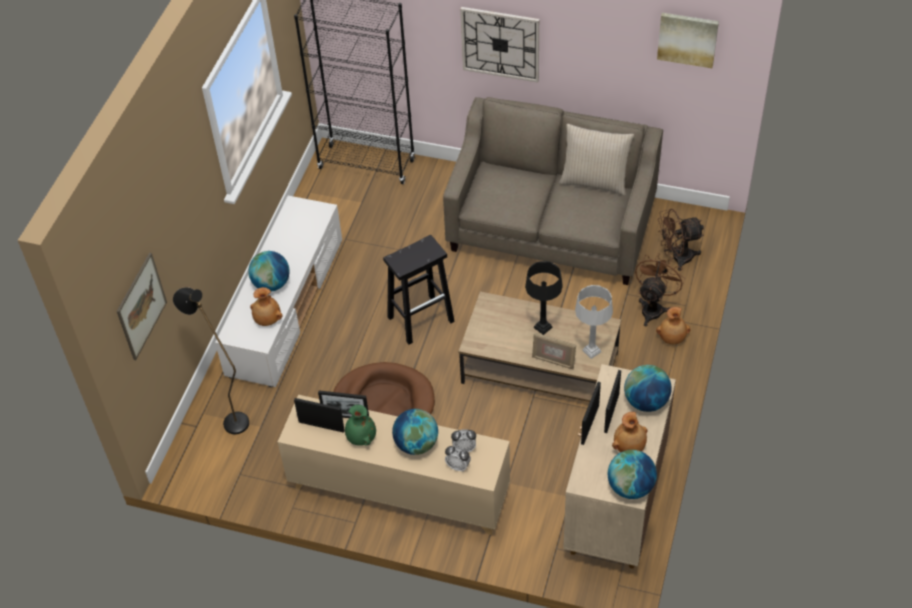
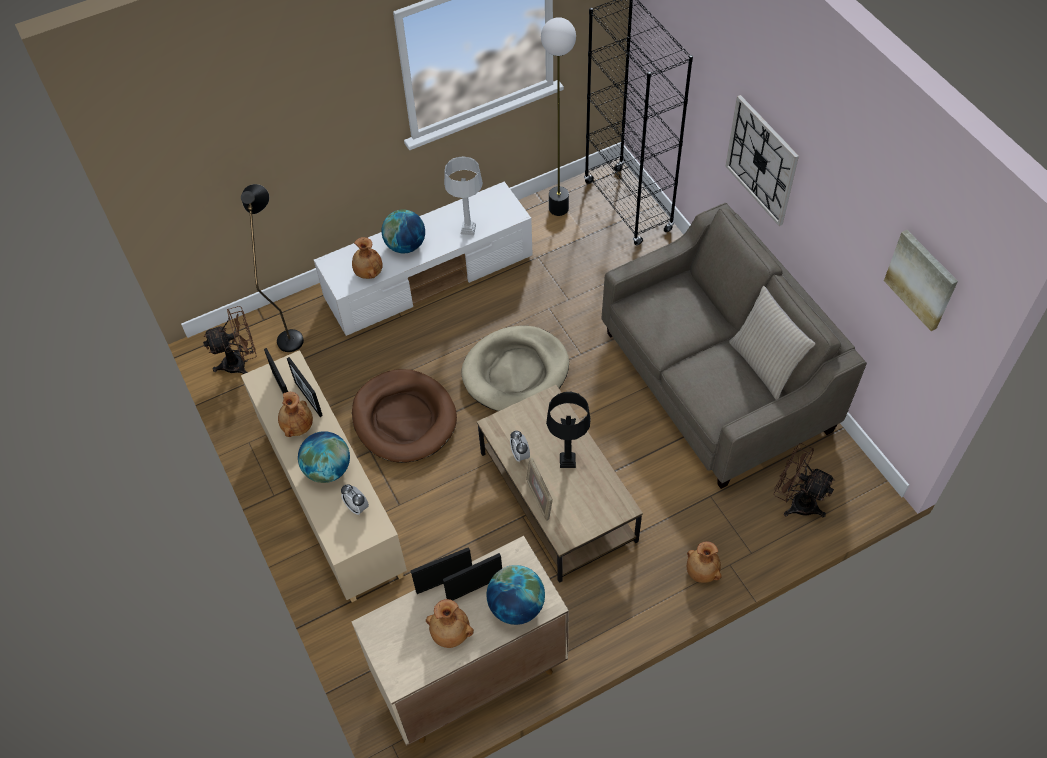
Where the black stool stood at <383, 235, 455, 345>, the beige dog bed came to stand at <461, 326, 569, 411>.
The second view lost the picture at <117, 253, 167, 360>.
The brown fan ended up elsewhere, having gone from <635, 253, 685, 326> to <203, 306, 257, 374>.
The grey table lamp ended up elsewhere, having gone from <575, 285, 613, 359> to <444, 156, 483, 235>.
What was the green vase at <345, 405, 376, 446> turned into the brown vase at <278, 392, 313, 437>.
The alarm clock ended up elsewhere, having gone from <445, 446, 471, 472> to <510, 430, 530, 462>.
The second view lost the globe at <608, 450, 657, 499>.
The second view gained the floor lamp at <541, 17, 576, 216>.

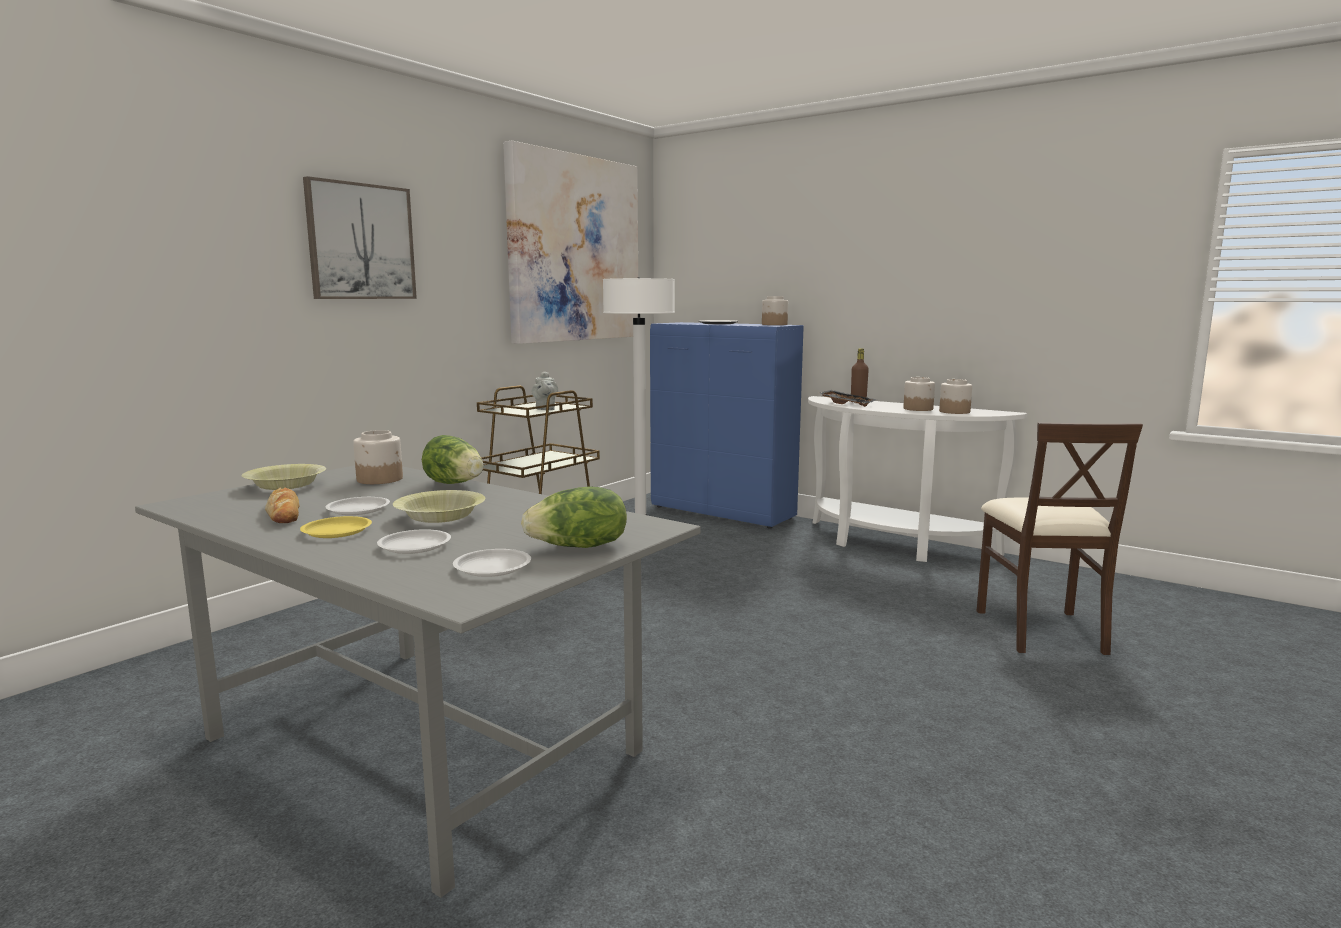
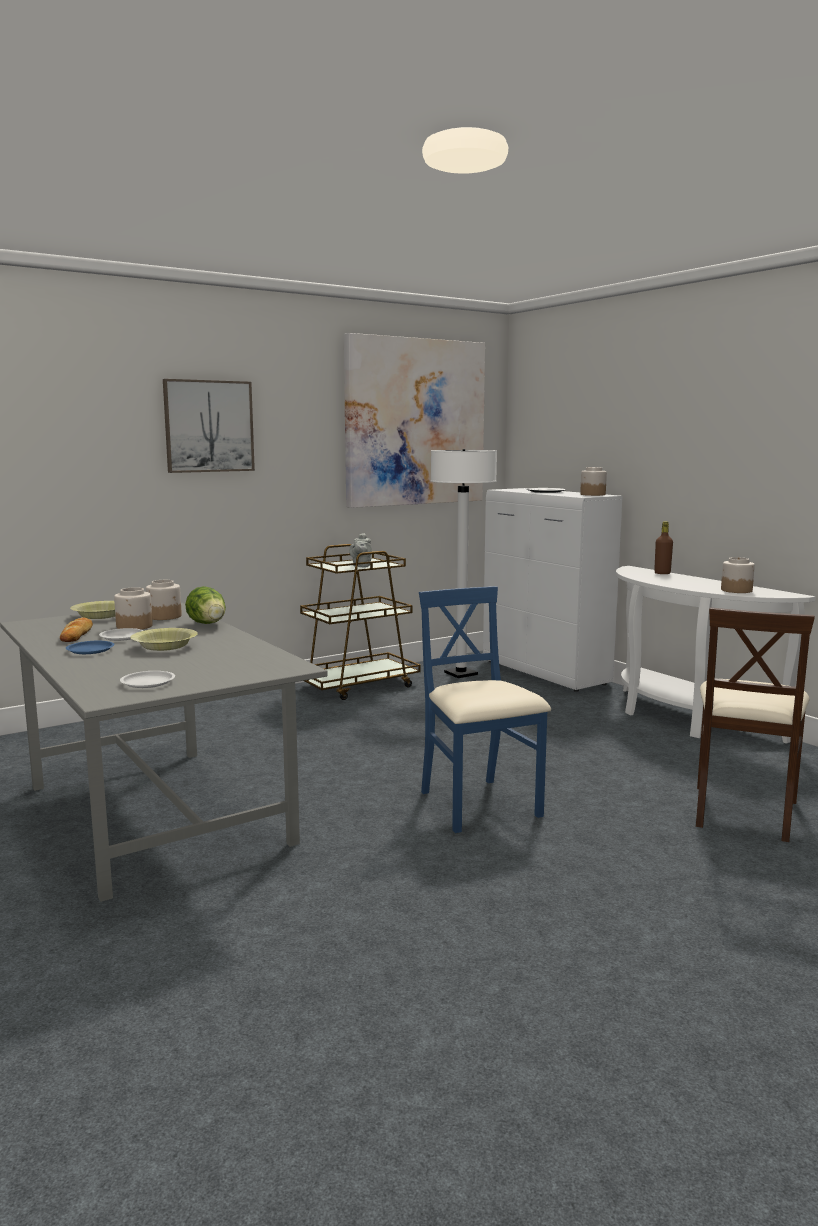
What was the blue cabinet at <650, 322, 804, 529> turned into the white cabinet at <483, 488, 623, 692>.
The jar ended up elsewhere, having gone from <903, 377, 935, 411> to <114, 587, 153, 630>.
The second view lost the black tray at <819, 390, 877, 407>.
The second view lost the lettuce at <521, 486, 627, 548>.
What was the yellow plate at <300, 516, 372, 538> turned into the blue plate at <66, 641, 115, 654>.
The second view lost the white plate at <377, 529, 451, 554>.
The second view gained the blue chair at <419, 586, 551, 833>.

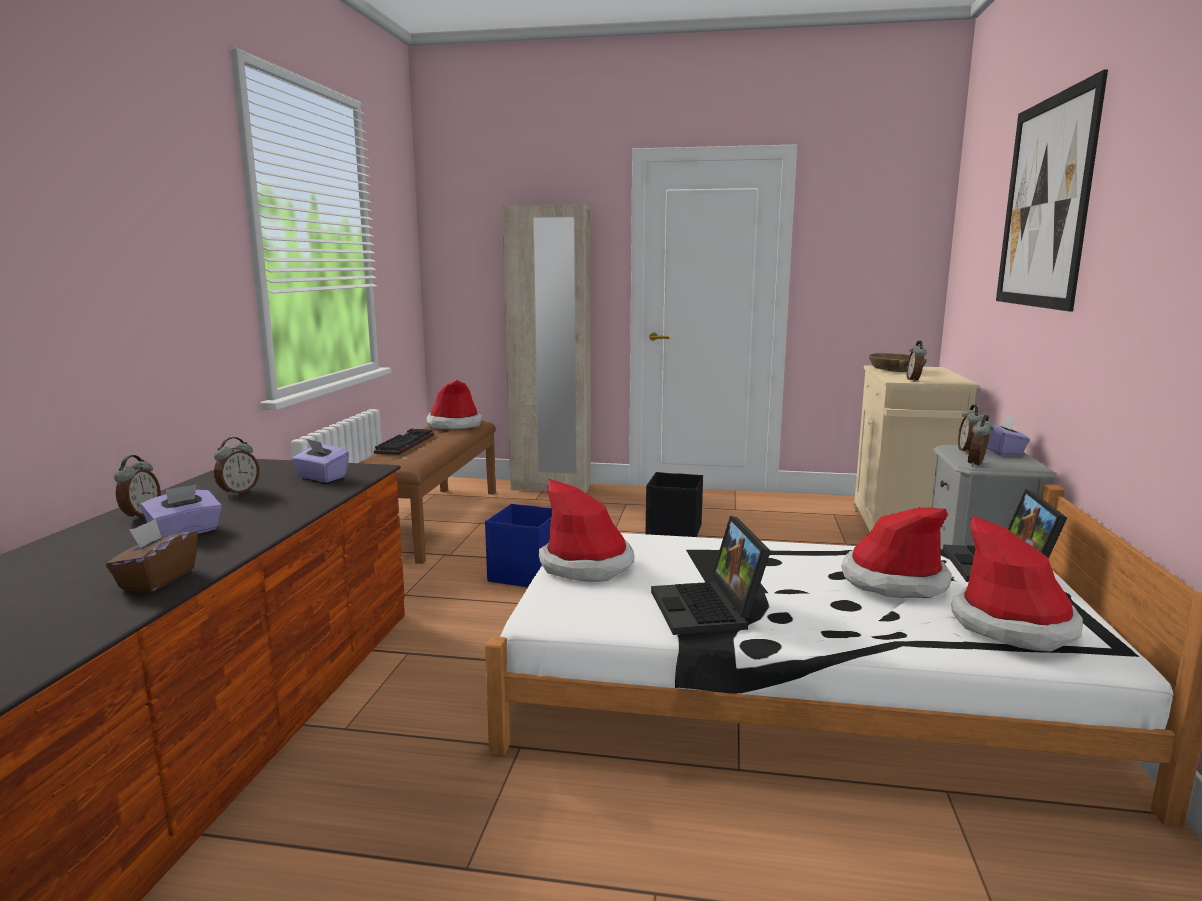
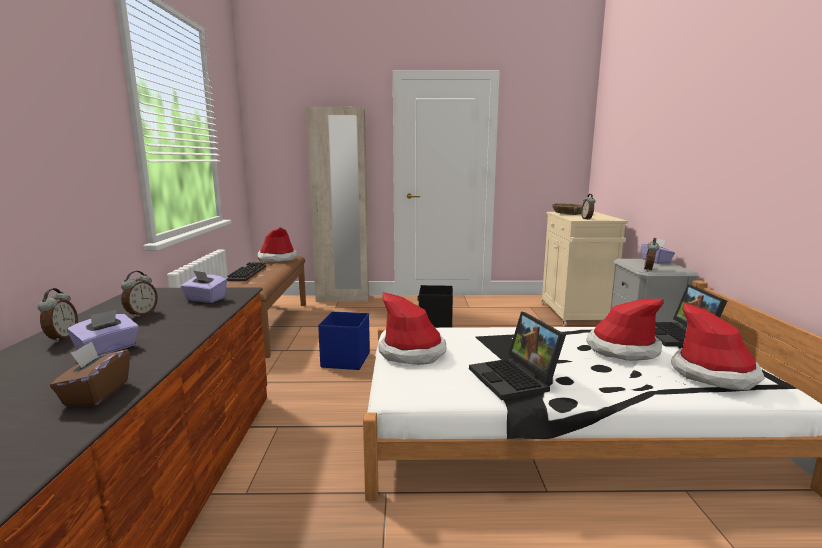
The second view lost the picture at <996, 69, 1108, 312>.
The second view lost the alarm clock at <958, 405, 983, 454>.

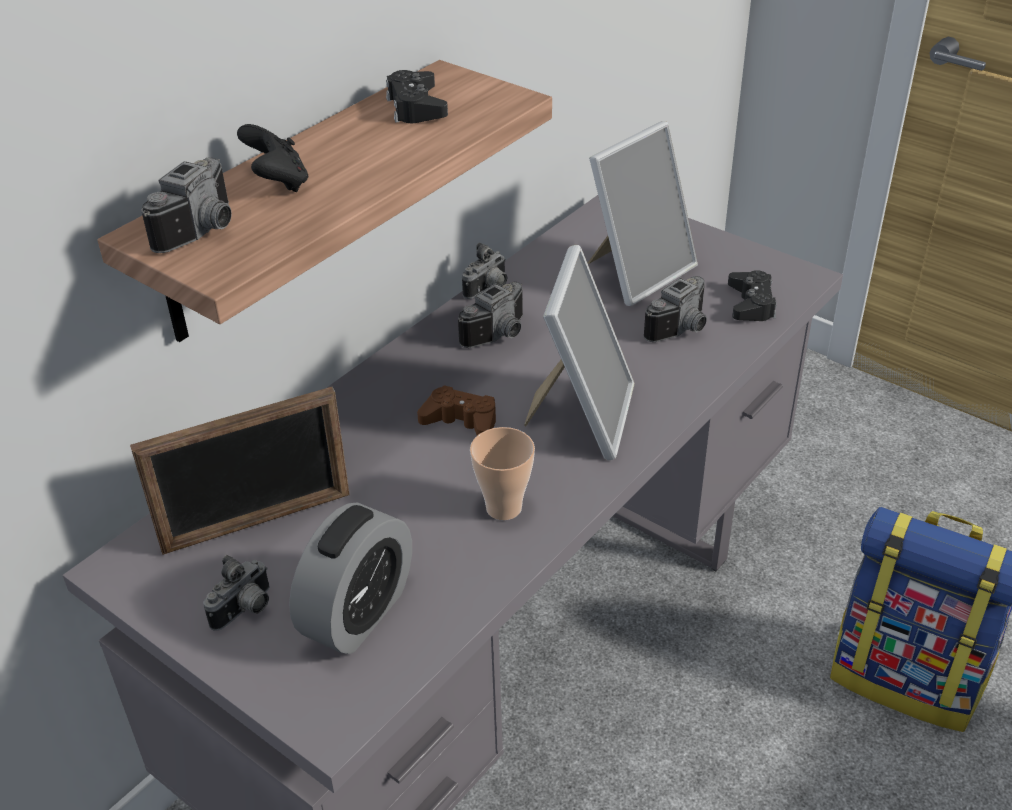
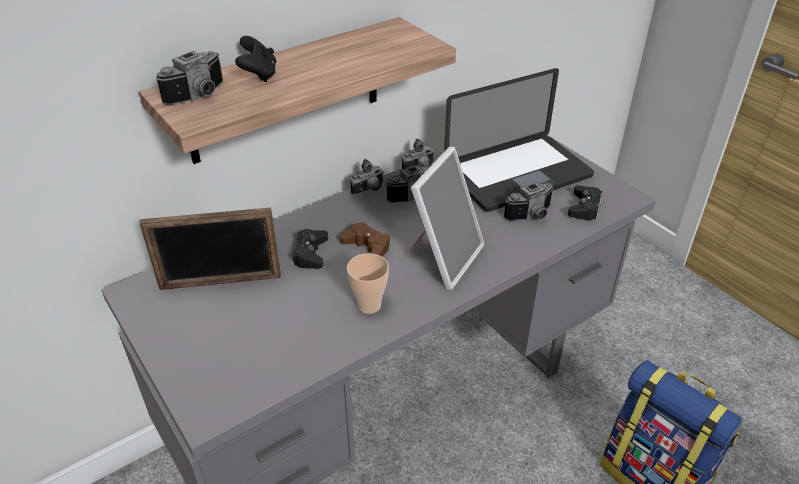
The black game controller ended up elsewhere, having gone from <386, 70, 448, 123> to <292, 229, 328, 269>.
Where the picture frame stood at <588, 121, 698, 306>, the laptop came to stand at <444, 68, 594, 212>.
The second view lost the alarm clock at <289, 502, 412, 654>.
The photo camera ended up elsewhere, having gone from <203, 555, 269, 631> to <350, 159, 384, 195>.

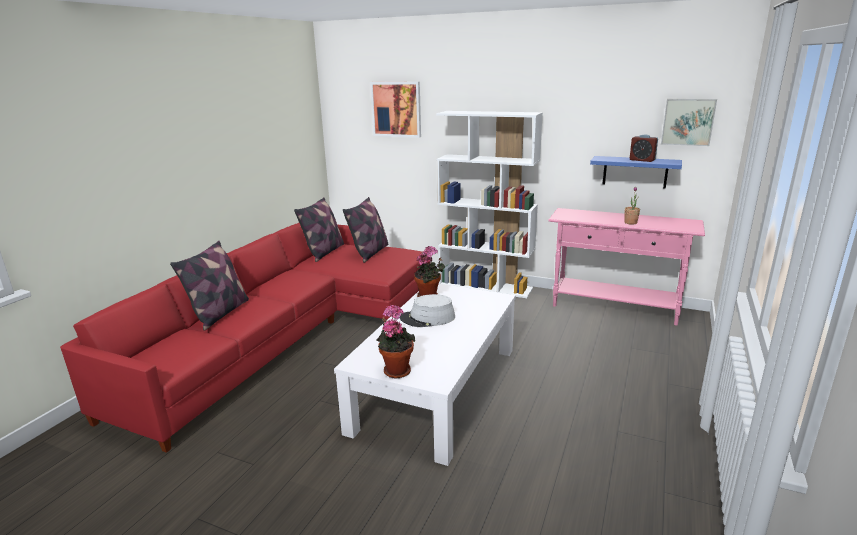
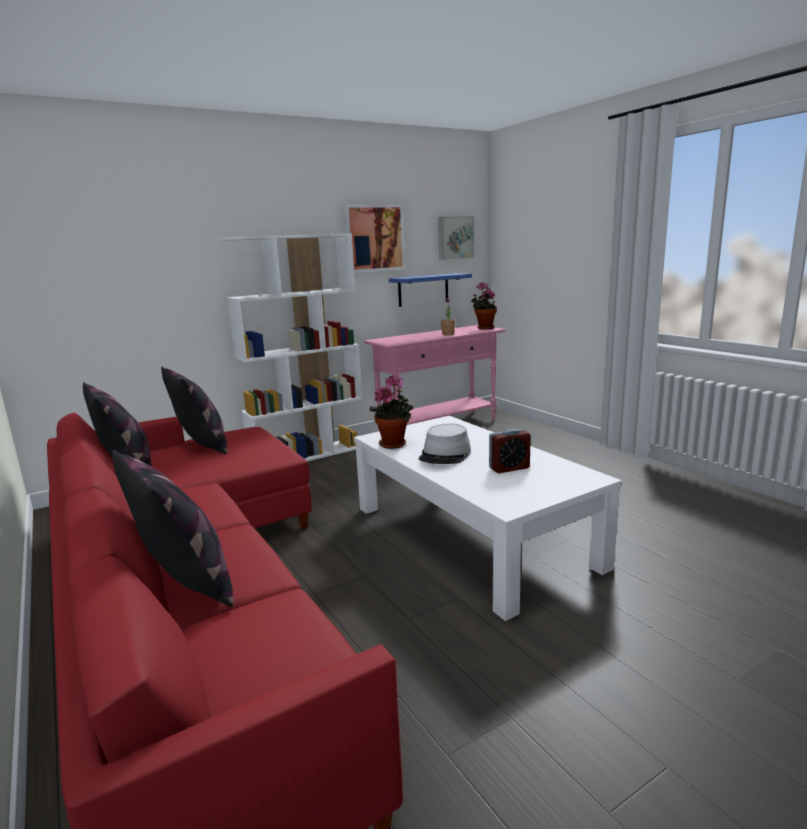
The picture ended up elsewhere, having gone from <370, 82, 421, 138> to <344, 204, 405, 273>.
The alarm clock ended up elsewhere, having gone from <630, 134, 658, 162> to <489, 429, 531, 473>.
The potted plant ended up elsewhere, having gone from <377, 305, 415, 378> to <471, 282, 497, 330>.

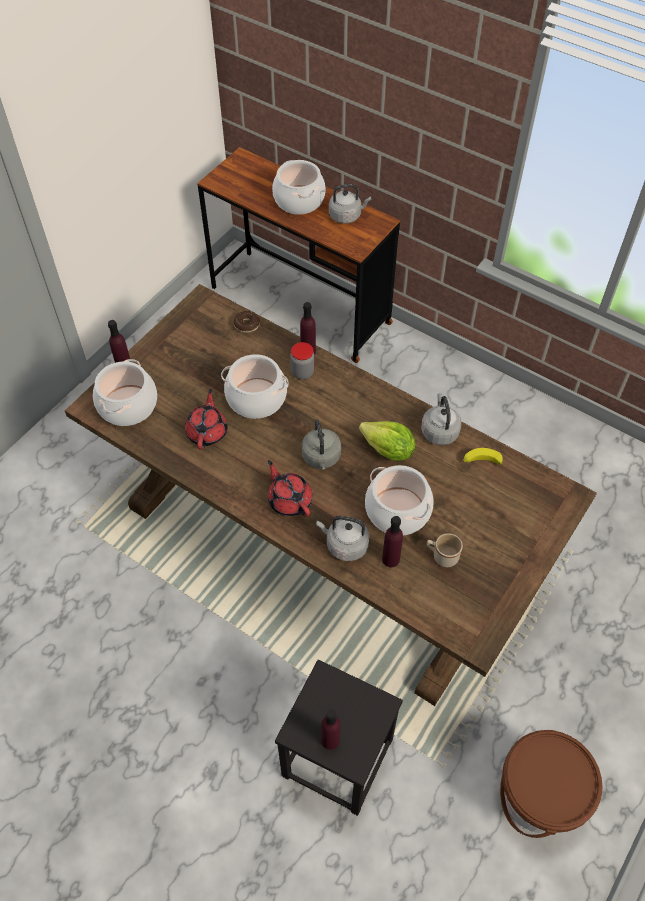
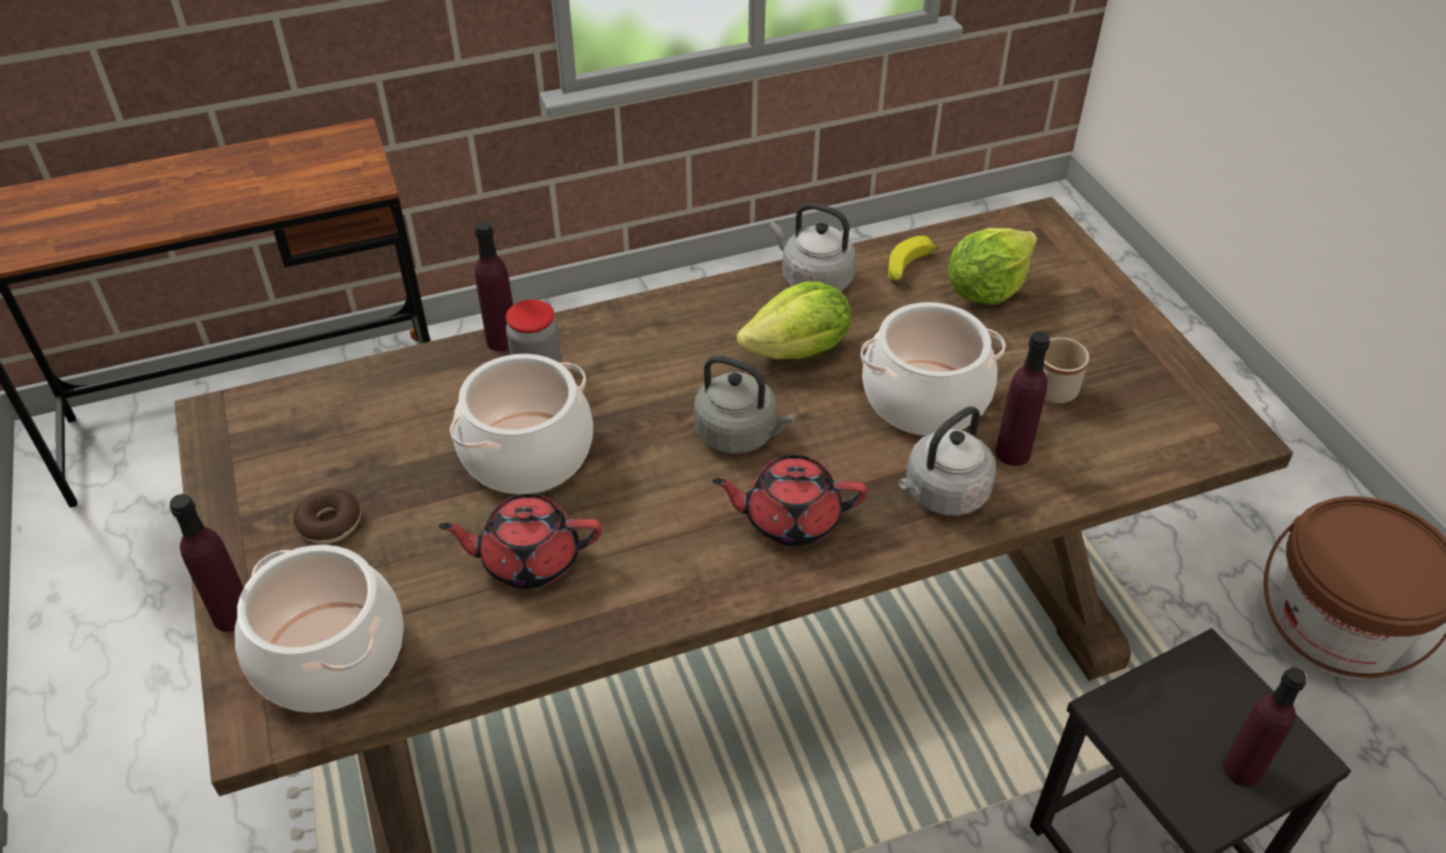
The second view lost the cooking pot at <272, 160, 326, 215>.
The second view lost the grey kettle at <329, 184, 371, 224>.
The donut ended up elsewhere, having gone from <233, 311, 260, 333> to <293, 489, 361, 544>.
The red teapot at <185, 389, 228, 450> ended up facing another way, 45 degrees counterclockwise from before.
The second view gained the lettuce at <948, 228, 1037, 305>.

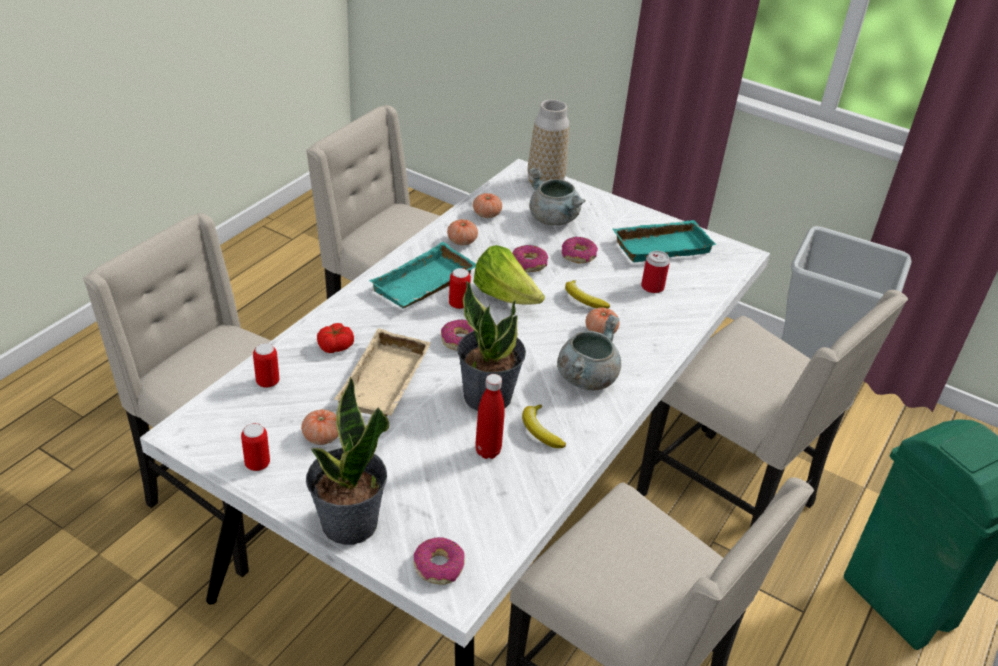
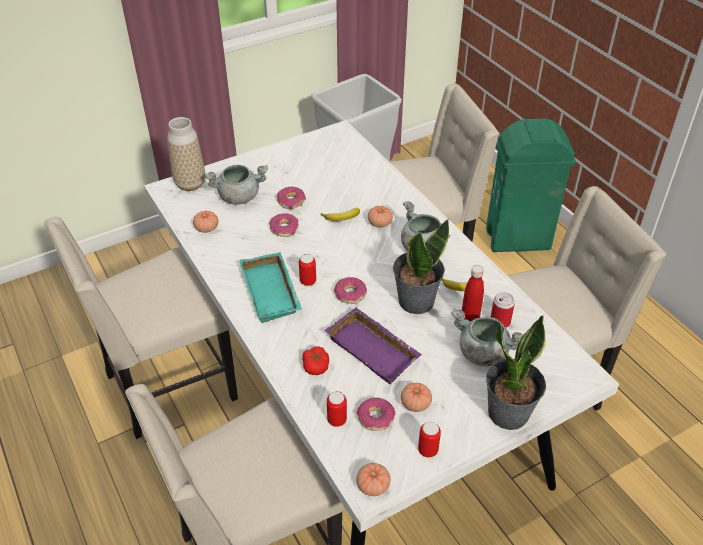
The tomato ended up elsewhere, having gone from <447, 219, 478, 245> to <356, 463, 391, 496>.
The second view lost the turquoise tray at <613, 220, 716, 262>.
The second view lost the lettuce at <474, 245, 545, 305>.
The can ended up elsewhere, having gone from <641, 251, 670, 293> to <491, 292, 515, 328>.
What was the beige tray at <334, 328, 431, 417> turned into the purple tray at <325, 307, 422, 384>.
The donut ended up elsewhere, having gone from <414, 537, 465, 585> to <357, 398, 396, 431>.
The second view gained the grey cooking pot at <451, 308, 523, 366>.

